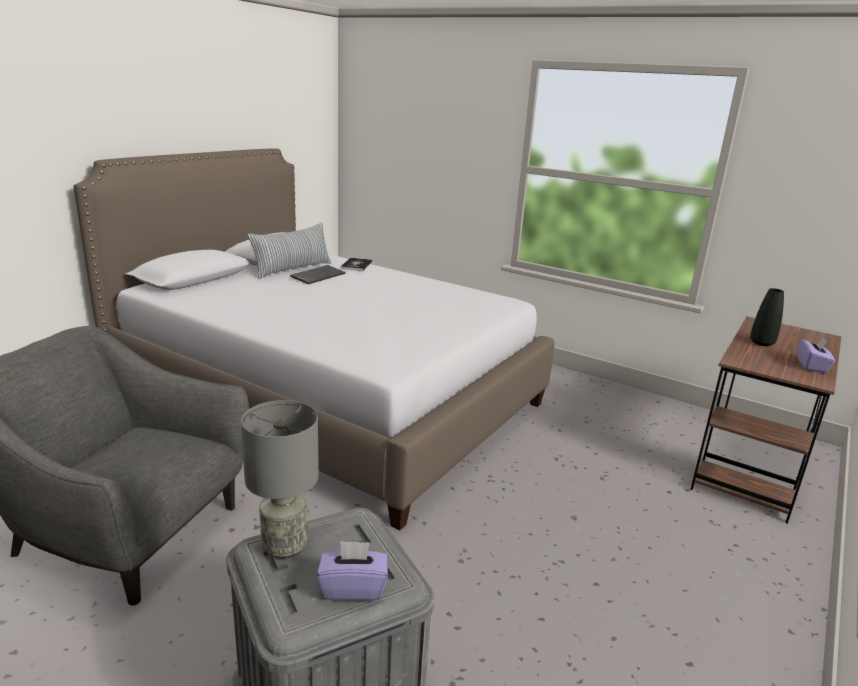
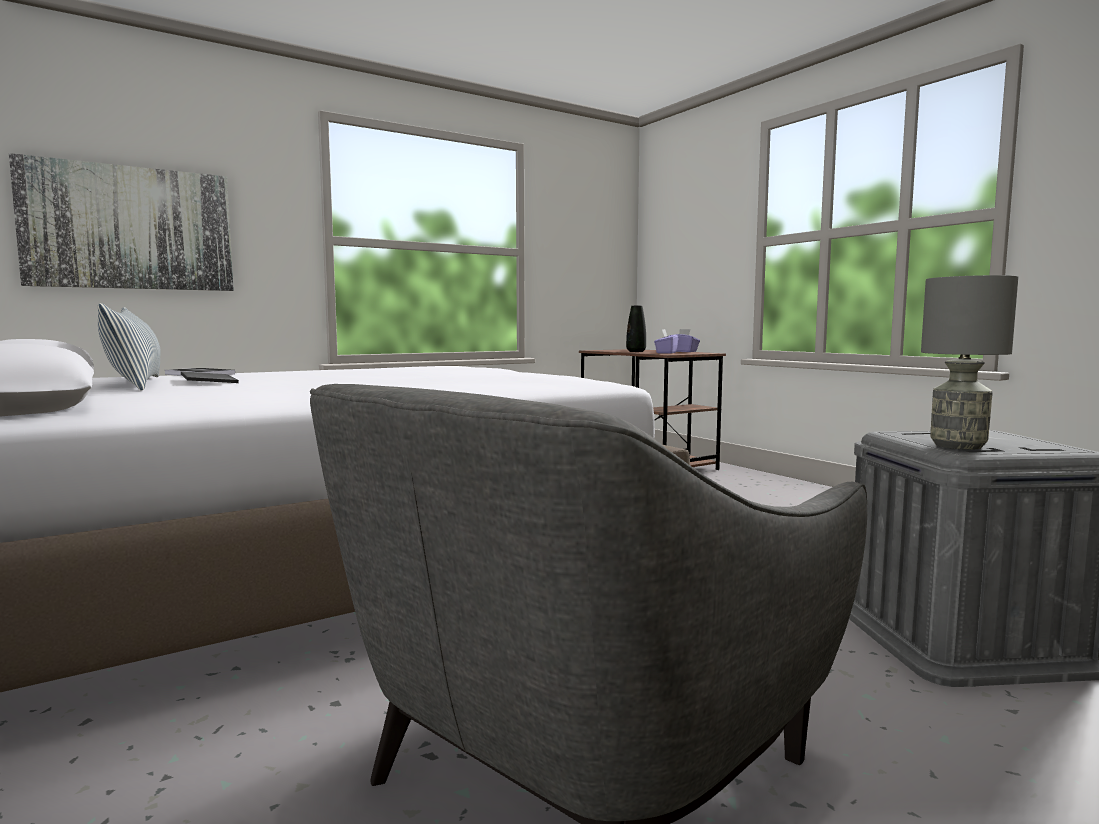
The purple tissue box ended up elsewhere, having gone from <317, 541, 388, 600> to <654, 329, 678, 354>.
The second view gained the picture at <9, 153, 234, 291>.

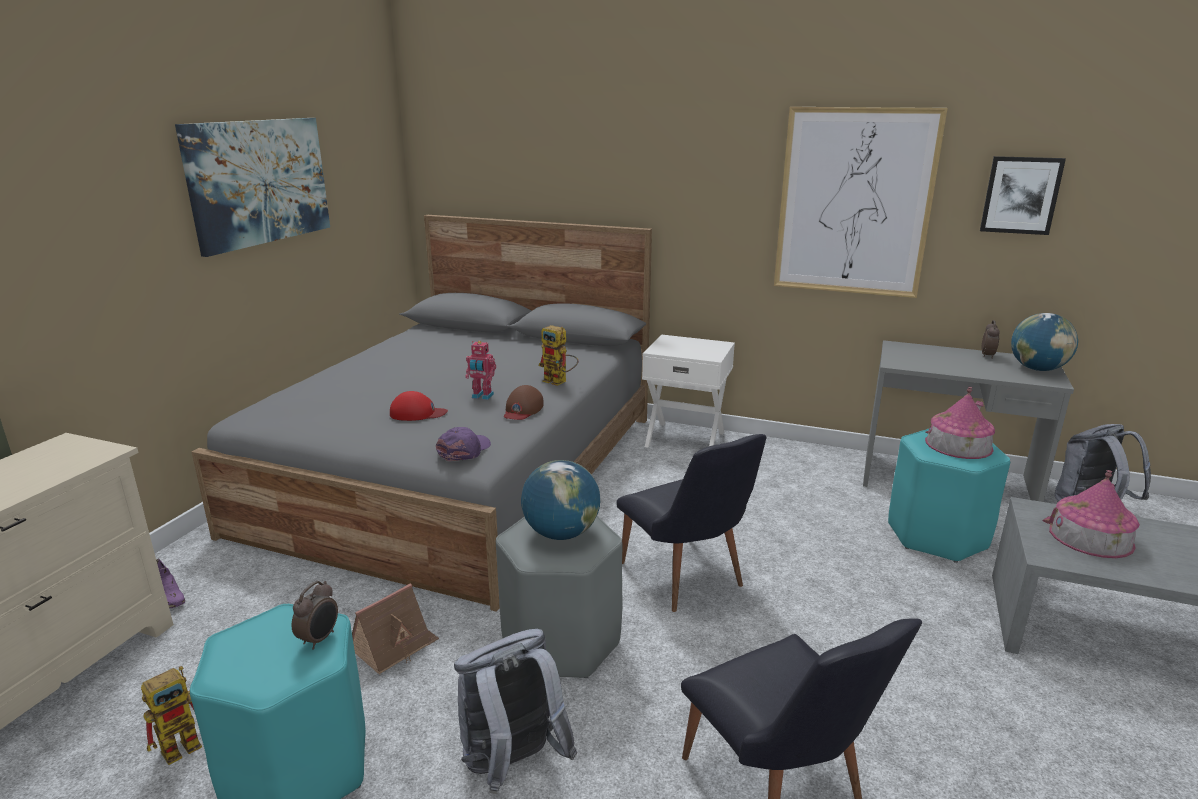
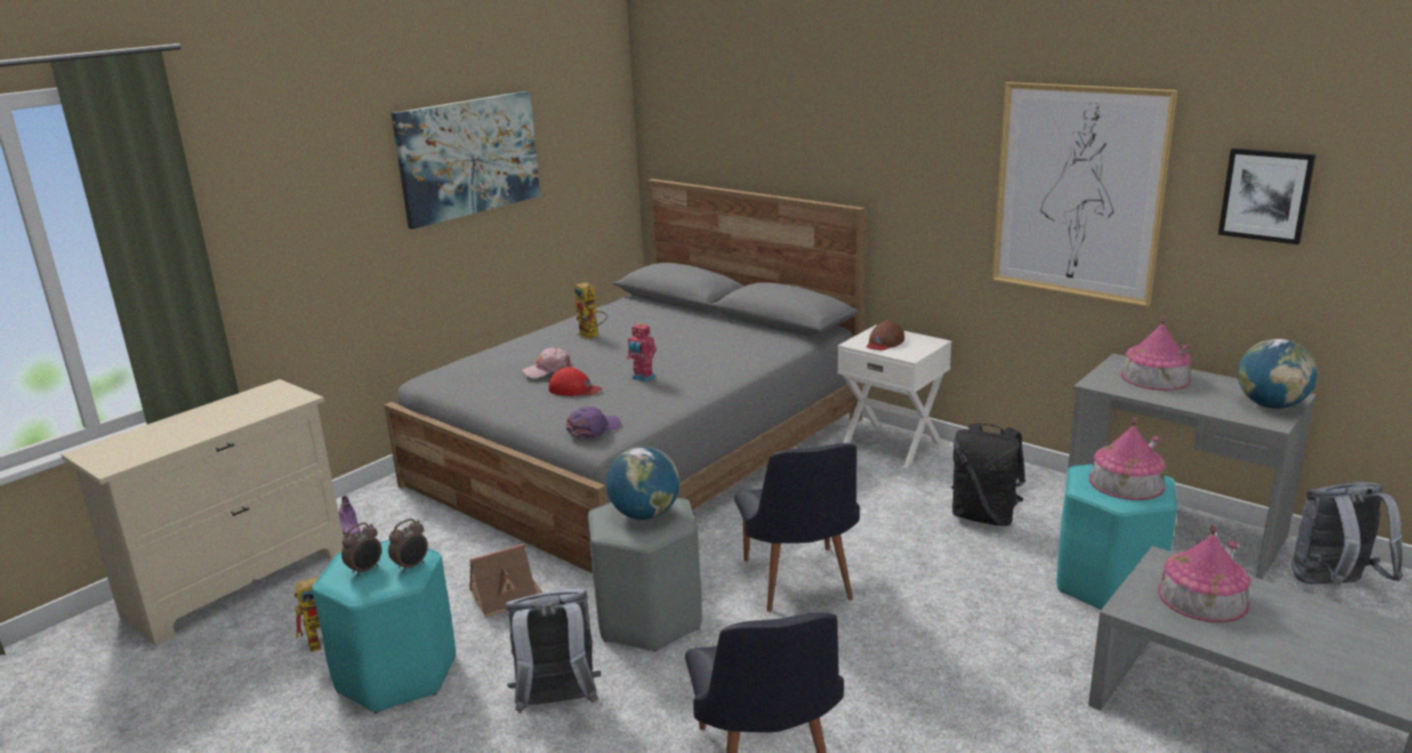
The alarm clock ended up elsewhere, having gone from <982, 320, 1000, 359> to <342, 522, 382, 577>.
The toy robot ended up elsewhere, having gone from <538, 325, 578, 386> to <574, 282, 608, 340>.
The brown cap ended up elsewhere, having gone from <504, 385, 544, 420> to <866, 321, 904, 350>.
The second view gained the toy house at <1121, 317, 1191, 390>.
The second view gained the pink cap at <522, 347, 573, 378>.
The second view gained the black backpack at <951, 423, 1026, 526>.

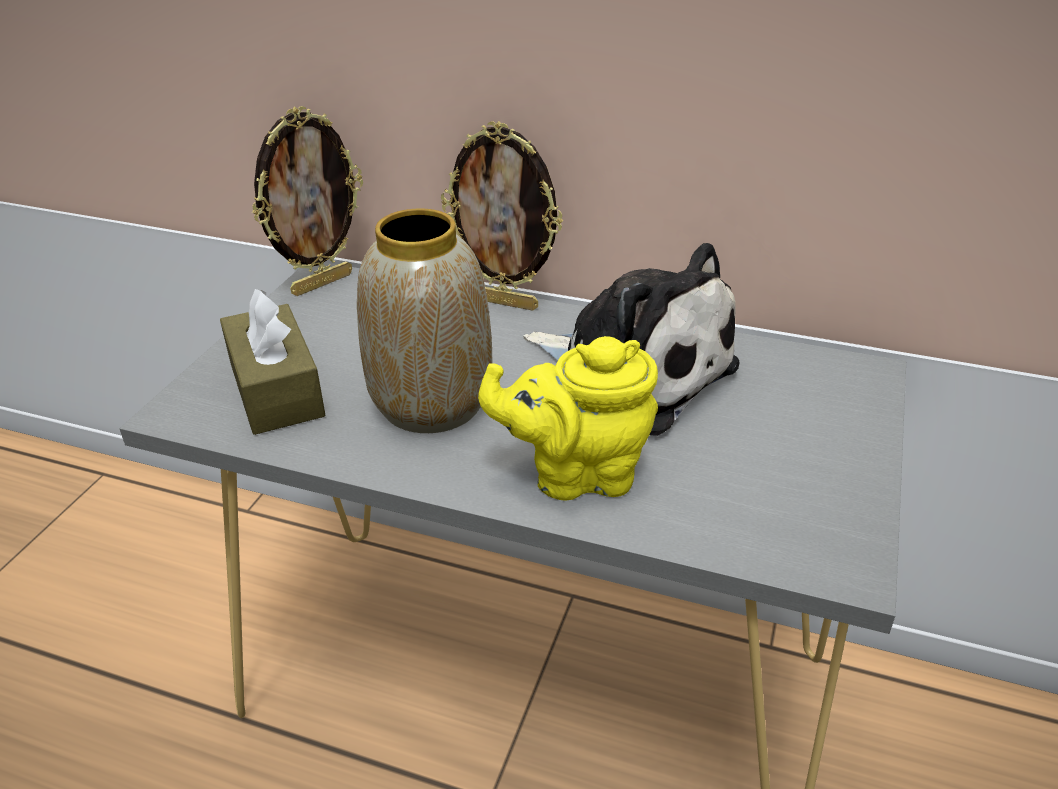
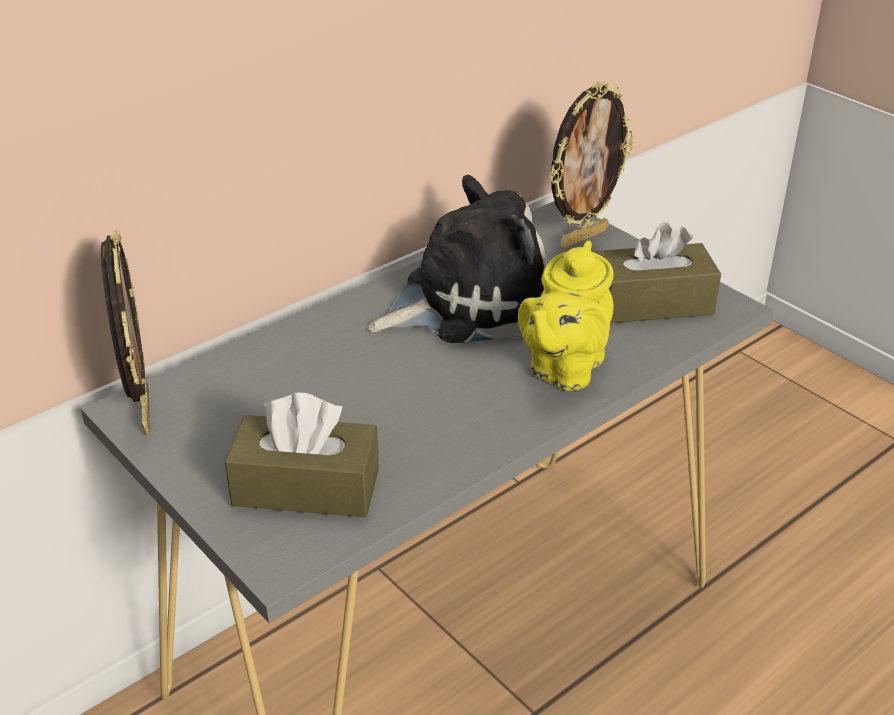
The picture frame ended up elsewhere, having gone from <441, 121, 563, 311> to <549, 81, 634, 248>.
The second view lost the vase at <357, 208, 492, 433>.
The second view gained the brown tissue box at <596, 222, 721, 323>.

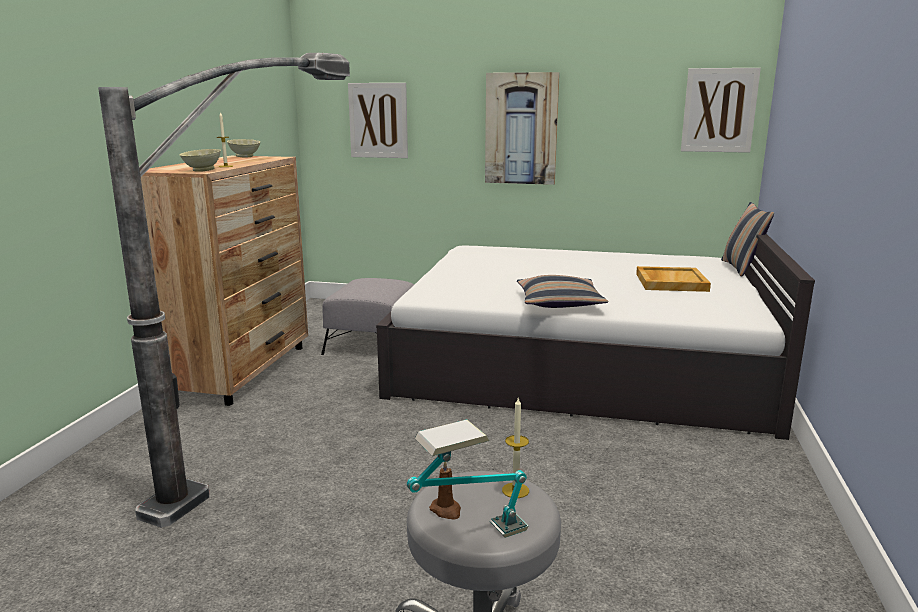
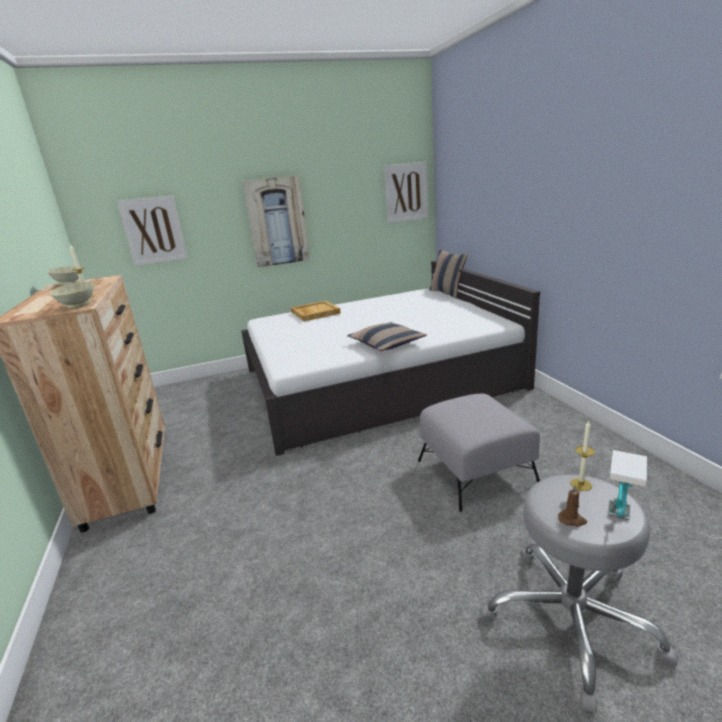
The second view lost the floor lamp at <98, 53, 350, 528>.
The beige tray ended up elsewhere, having gone from <636, 266, 711, 292> to <291, 301, 341, 321>.
The grey ottoman ended up elsewhere, having gone from <321, 278, 414, 355> to <418, 394, 540, 512>.

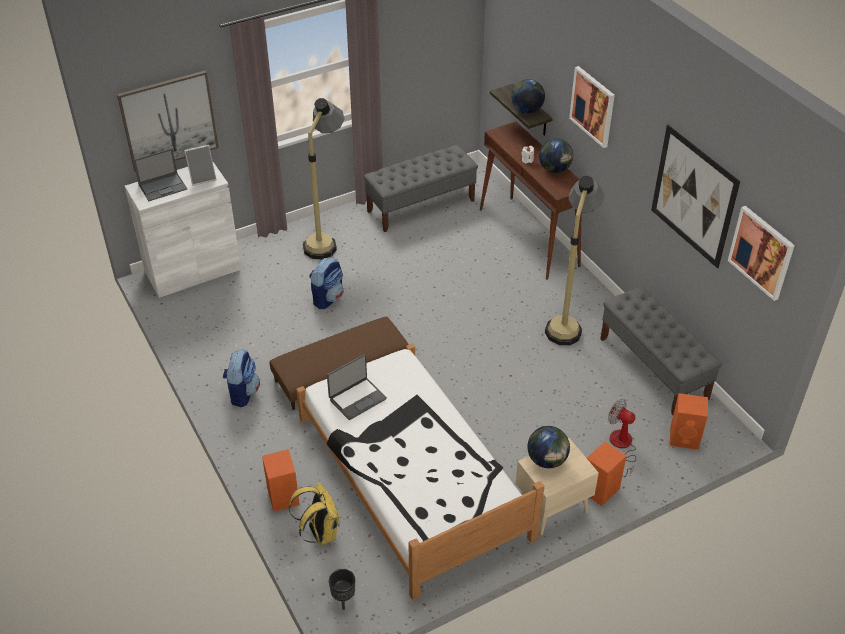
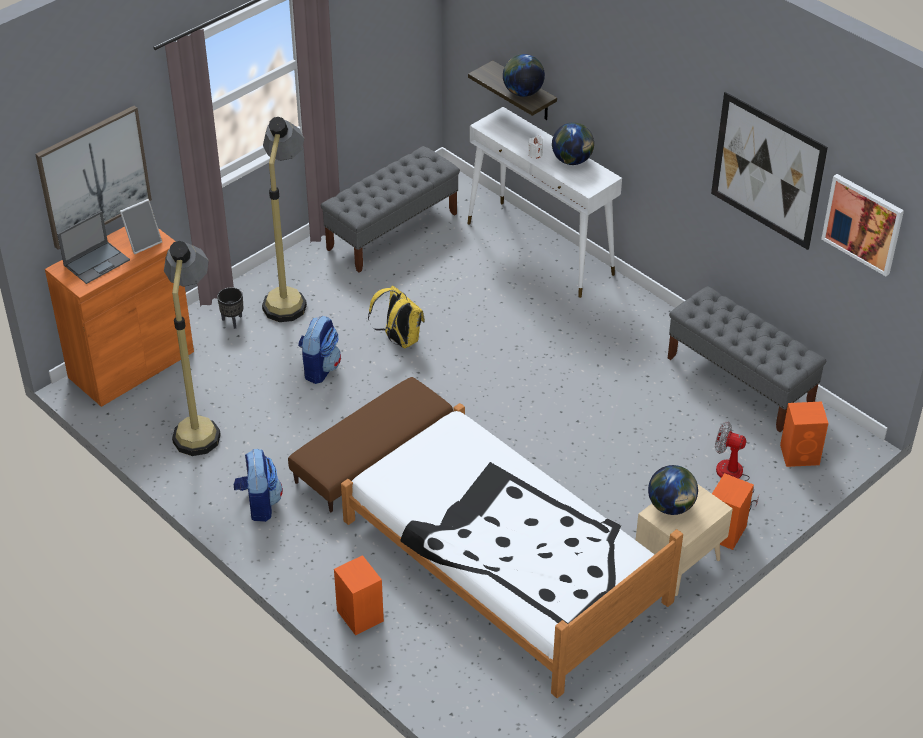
The second view lost the picture at <569, 66, 615, 148>.
What was the brown console table at <480, 122, 582, 280> turned into the white console table at <467, 107, 622, 298>.
What was the white cabinet at <125, 162, 241, 298> turned into the orange cabinet at <45, 226, 194, 407>.
The floor lamp ended up elsewhere, having gone from <545, 176, 605, 345> to <164, 241, 221, 456>.
The second view lost the laptop at <327, 354, 387, 420>.
The yellow backpack ended up elsewhere, having gone from <289, 482, 340, 545> to <368, 286, 425, 348>.
The black planter ended up elsewhere, having gone from <329, 569, 355, 610> to <217, 287, 243, 329>.

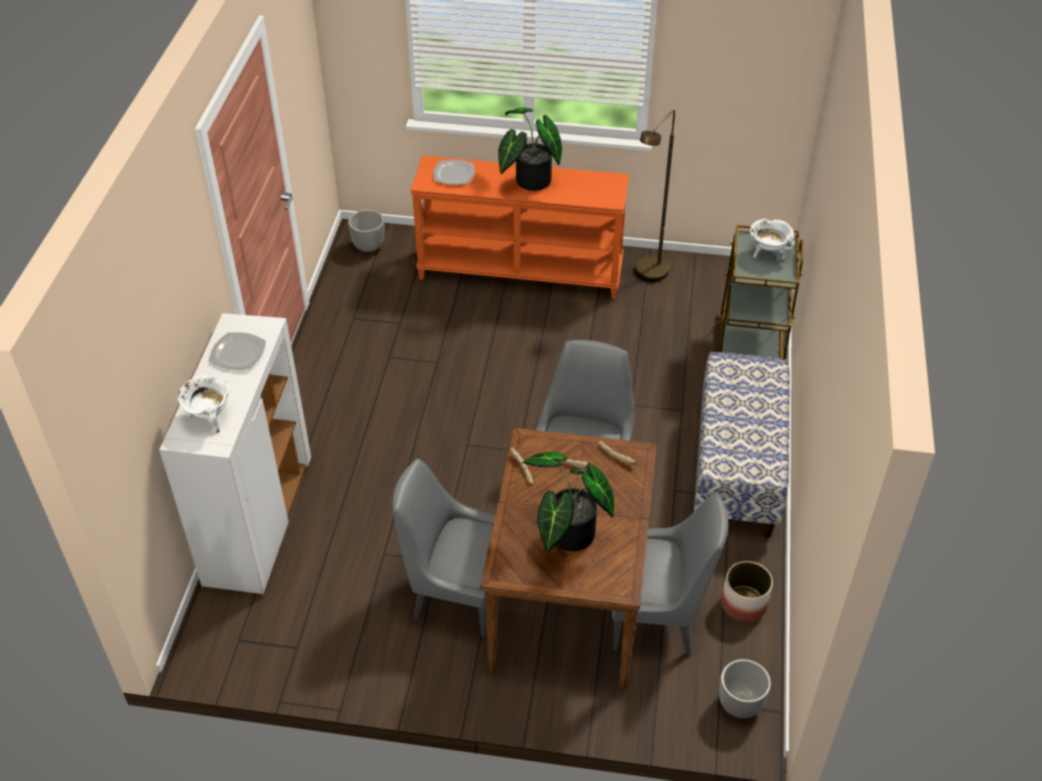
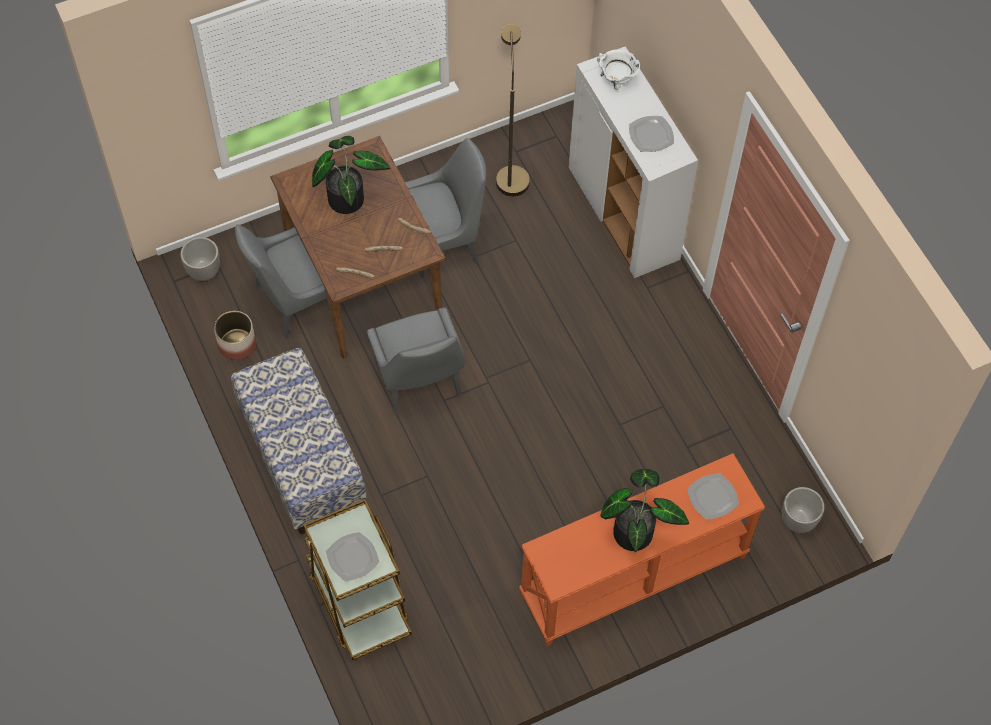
The brown floor lamp ended up elsewhere, having gone from <635, 110, 675, 282> to <496, 24, 530, 196>.
Where the white cooking pot stood at <750, 218, 795, 260>, the plate came to stand at <326, 532, 379, 582>.

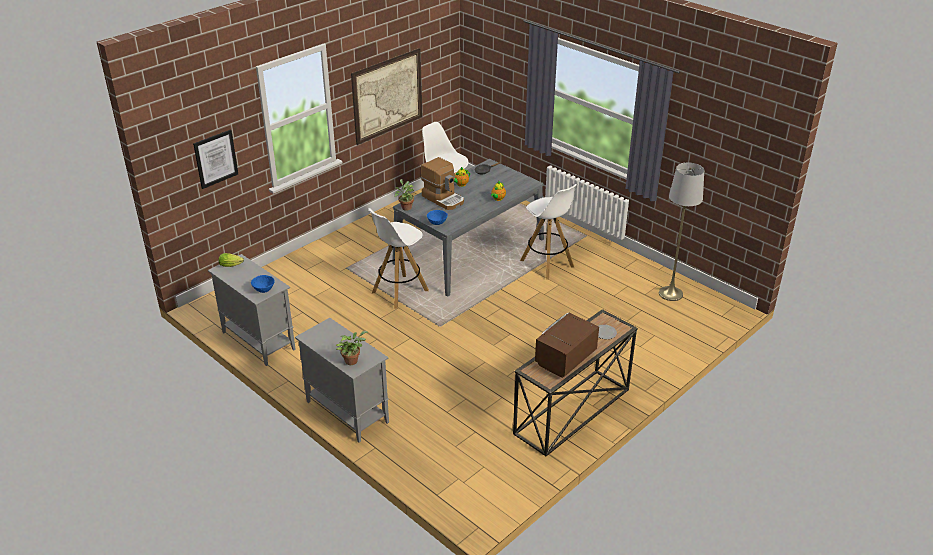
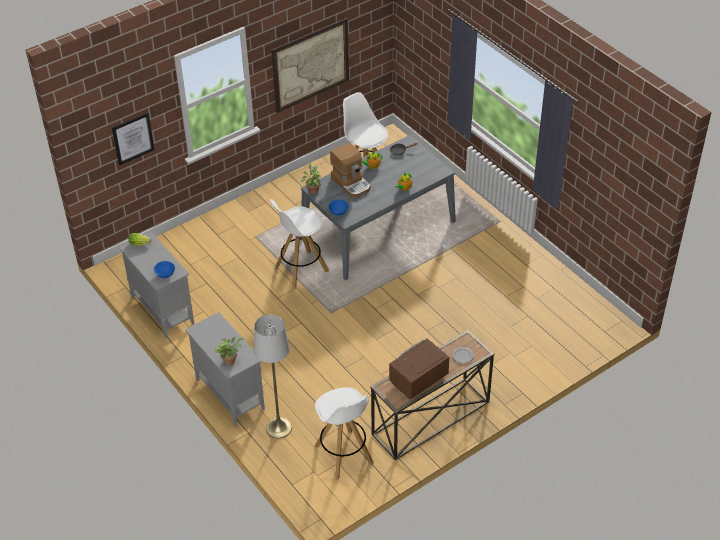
The grey floor lamp ended up elsewhere, having gone from <659, 162, 704, 301> to <254, 315, 292, 439>.
The white stool ended up elsewhere, having gone from <520, 184, 577, 280> to <315, 387, 374, 480>.

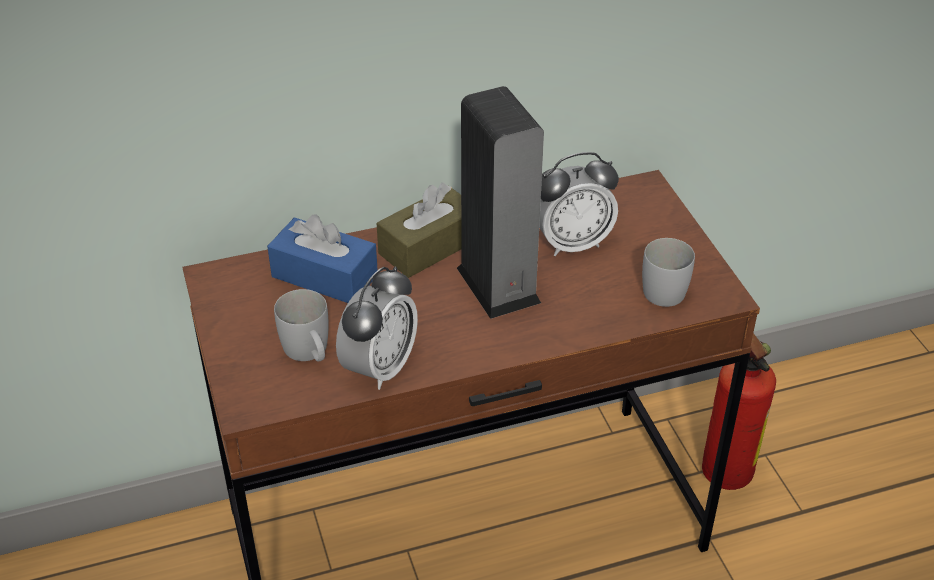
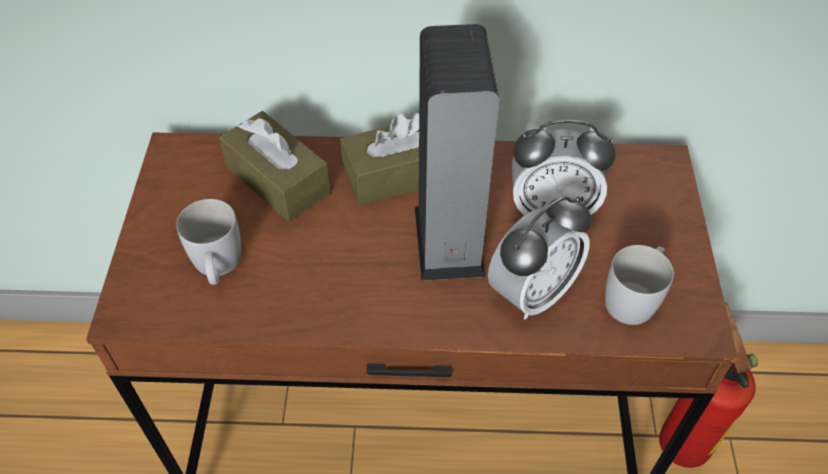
What was the blue tissue box at <267, 214, 378, 303> turned into the brown tissue box at <219, 111, 331, 222>.
The alarm clock ended up elsewhere, having gone from <336, 266, 418, 390> to <488, 196, 592, 320>.

